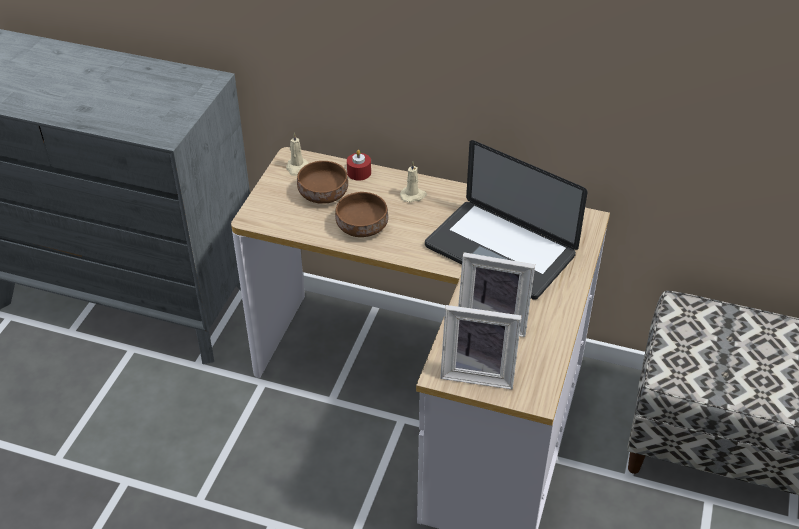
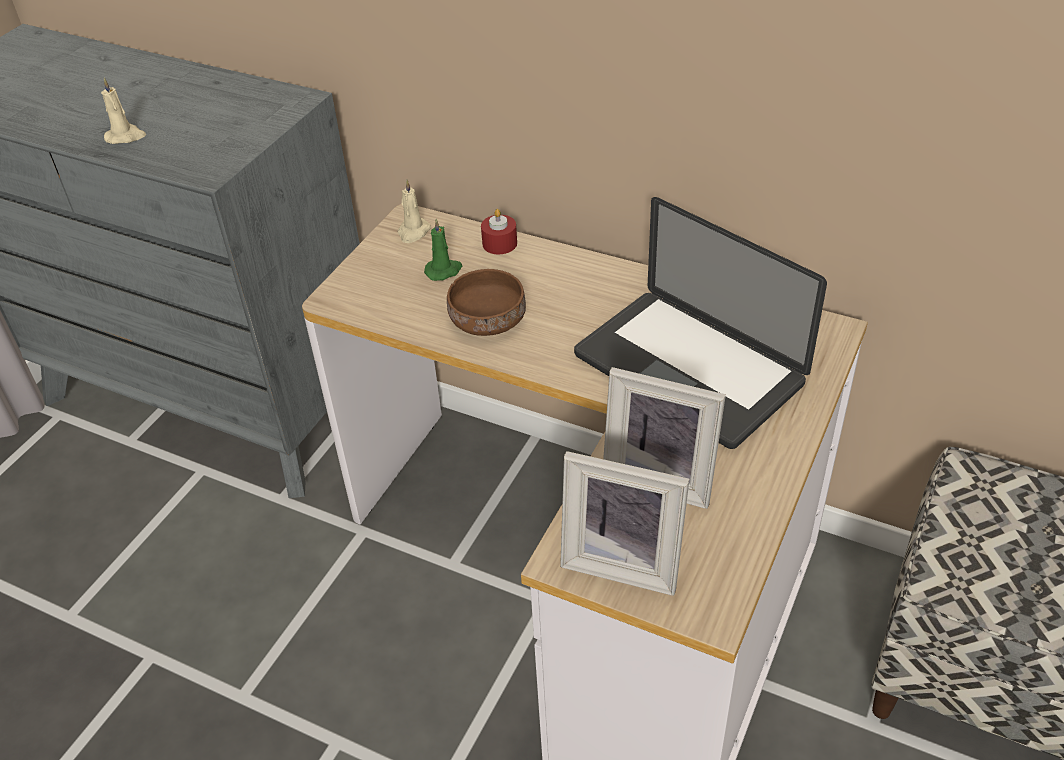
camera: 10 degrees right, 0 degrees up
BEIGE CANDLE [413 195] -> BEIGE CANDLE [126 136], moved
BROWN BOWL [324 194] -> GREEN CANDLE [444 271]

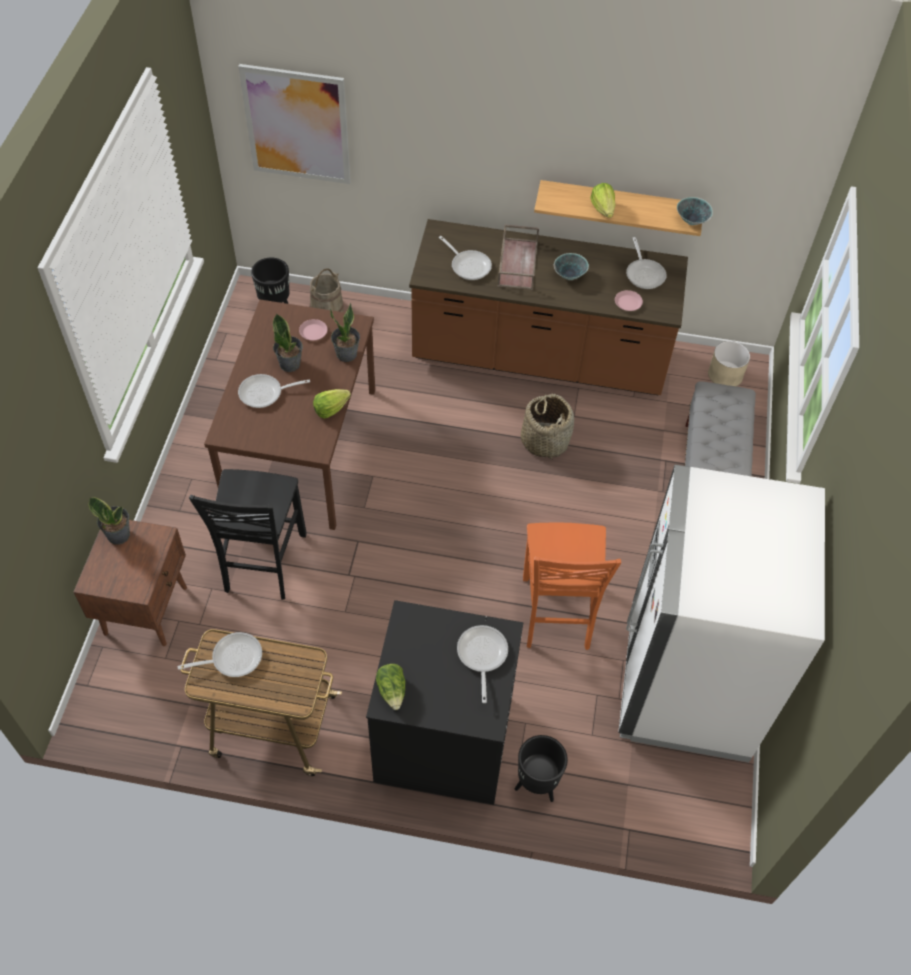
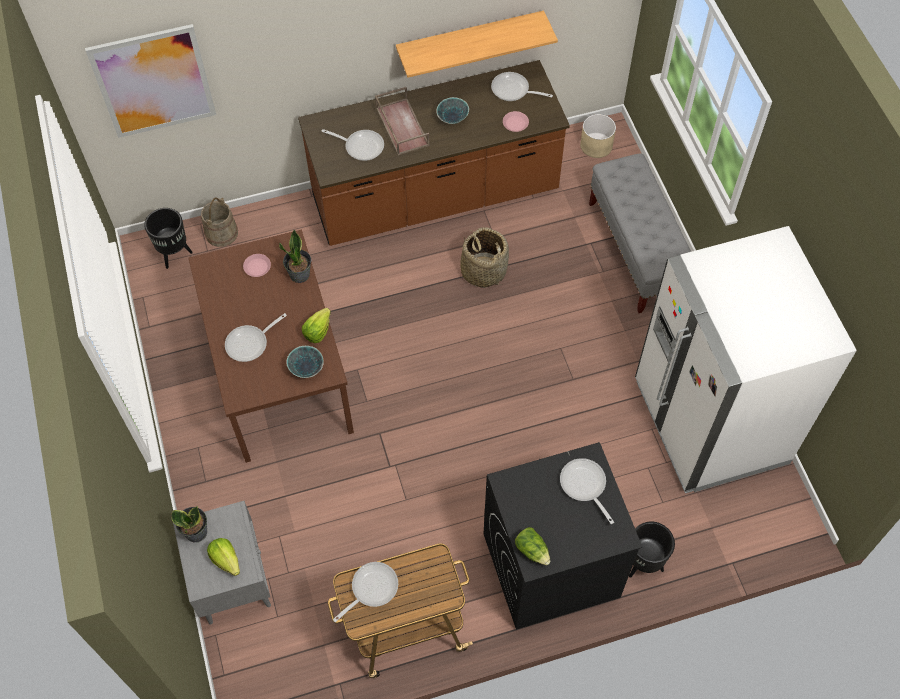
camera: 25 degrees left, 5 degrees up
BLACK CHAIR [262 564] -> none
POTTED PLANT [290 364] -> none
ORANGE CHAIR [556 615] -> none
LETTUCE [603 209] -> LETTUCE [226 560], moved
BOWL [691 221] -> BOWL [306 368], moved
BROWN NIGHTSTAND [147 609] -> GREY NIGHTSTAND [233 582]
FRYING PAN [644 273] -> FRYING PAN [513 90], 150 degrees clockwise

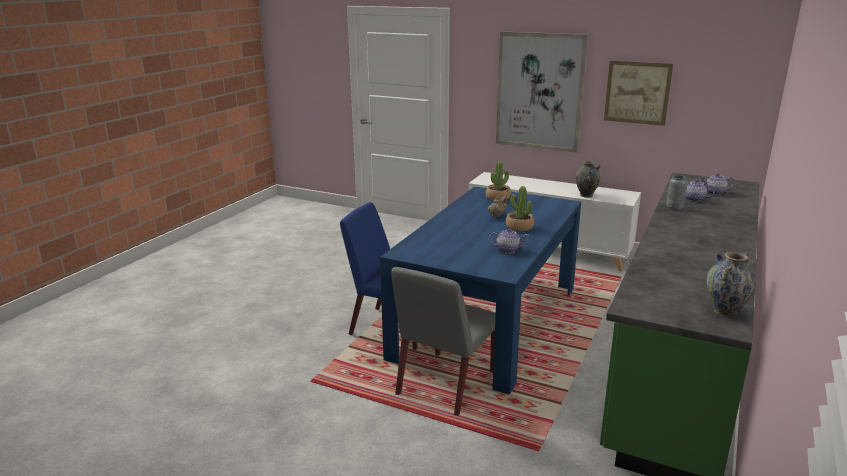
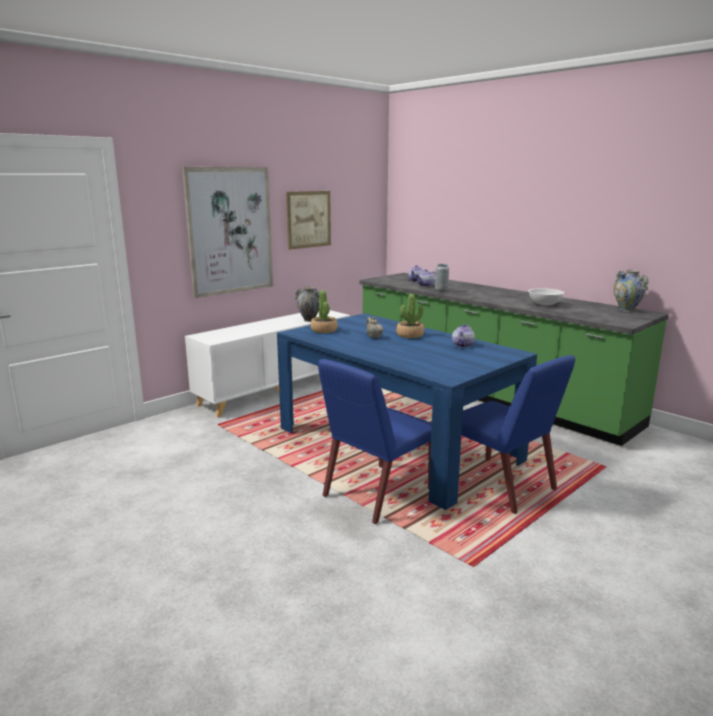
camera: 70 degrees left, 5 degrees down
none -> WHITE BOWL [545 304]
GREY CHAIR [445 384] -> BLUE CHAIR [501 485]

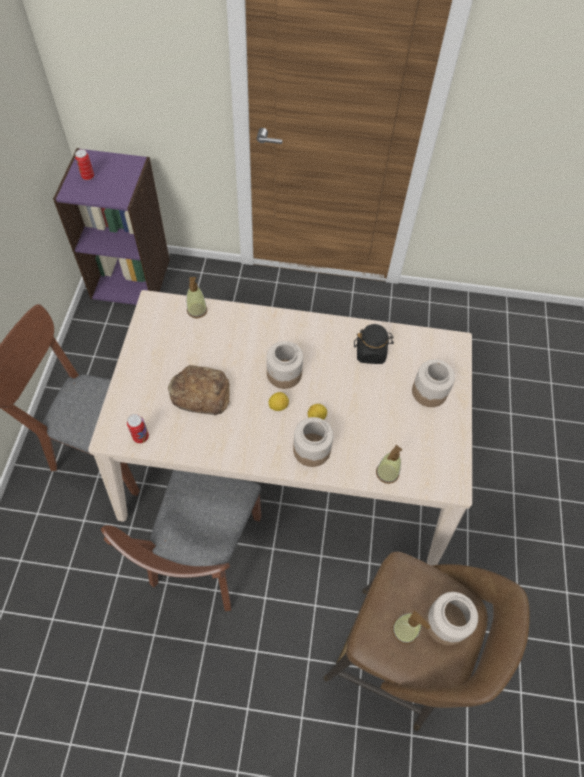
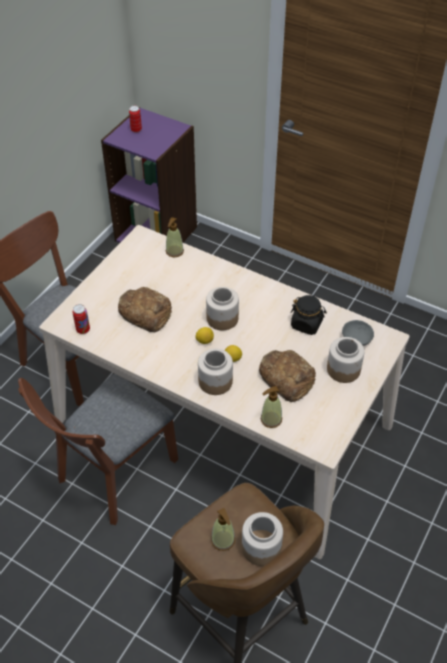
camera: 25 degrees right, 10 degrees down
none -> BREAD [287 378]
none -> GREY BOWL [355 338]

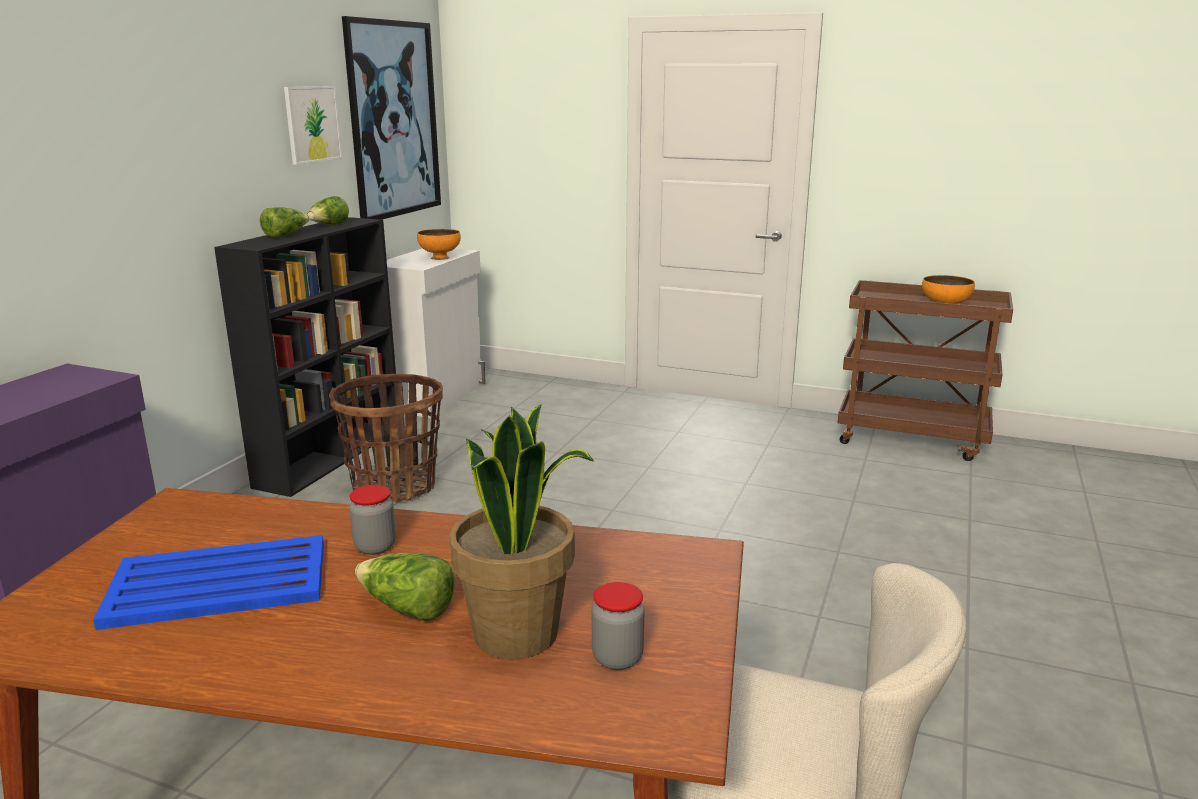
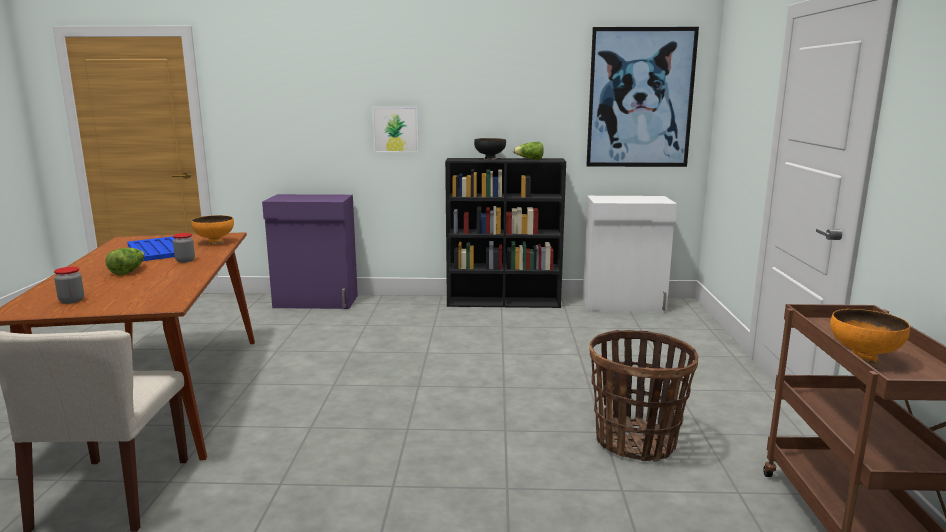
camera: 70 degrees right, 5 degrees down
POTTED PLANT [518 634] -> none
PICTURE [312 124] -> PICTURE [396 129], moved
BASKET [394 488] -> BASKET [636 442], moved
ORANGE BOWL [439 258] -> ORANGE BOWL [214 242], moved
LETTUCE [286 235] -> BLACK BOWL [489 159]

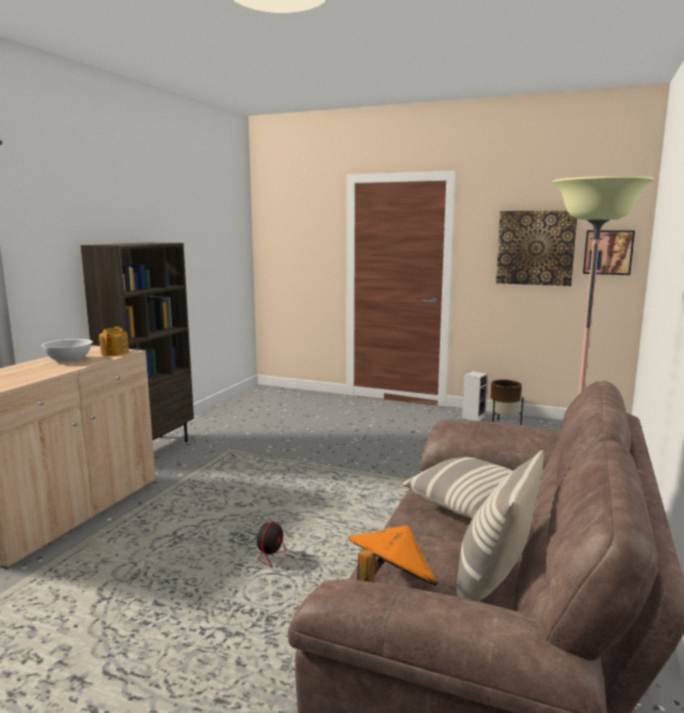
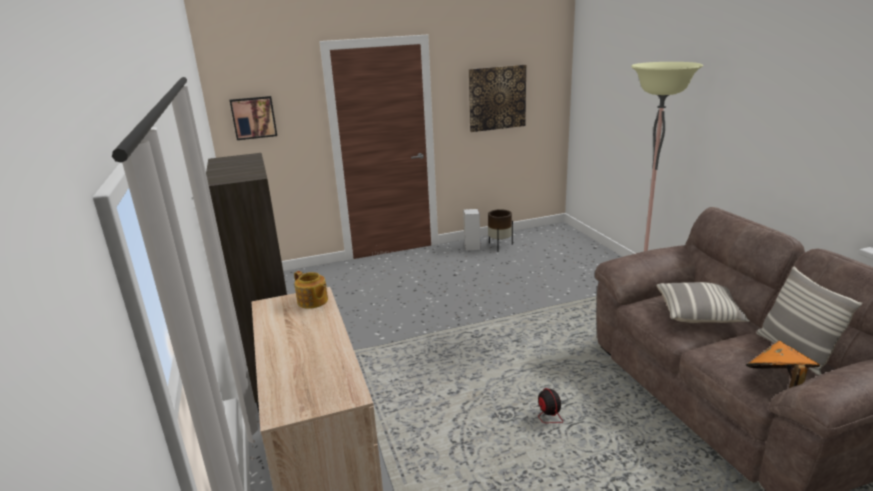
camera: 40 degrees left, 10 degrees up
WHITE BOWL [68 360] -> none
PICTURE [608 252] -> PICTURE [253 117], moved

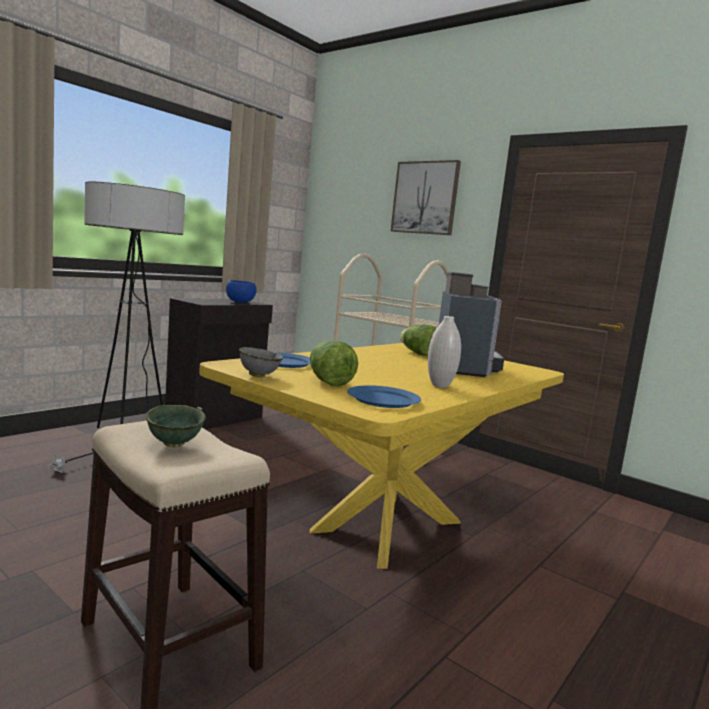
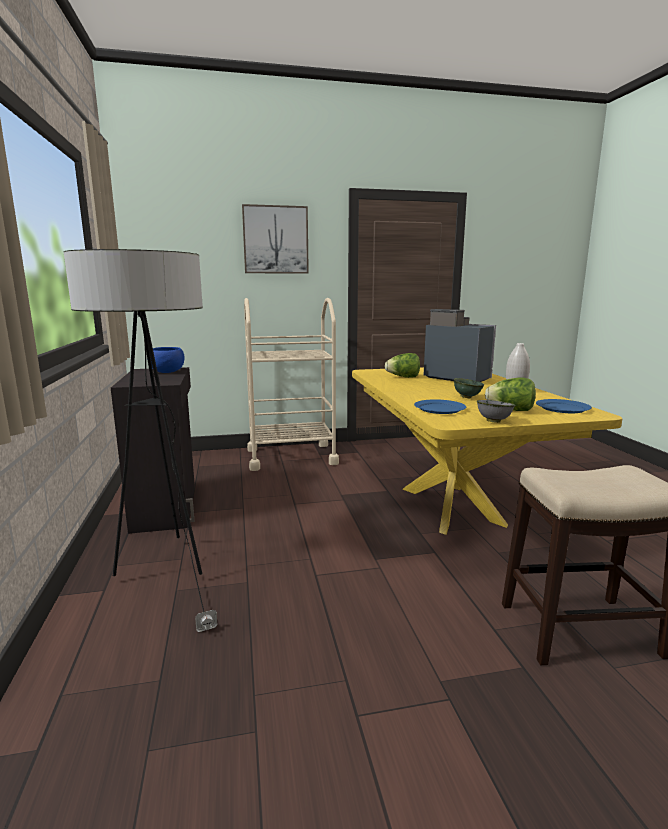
camera: 50 degrees left, 5 degrees up
GREEN BOWL [175 444] -> GREEN BOWL [467 397], moved

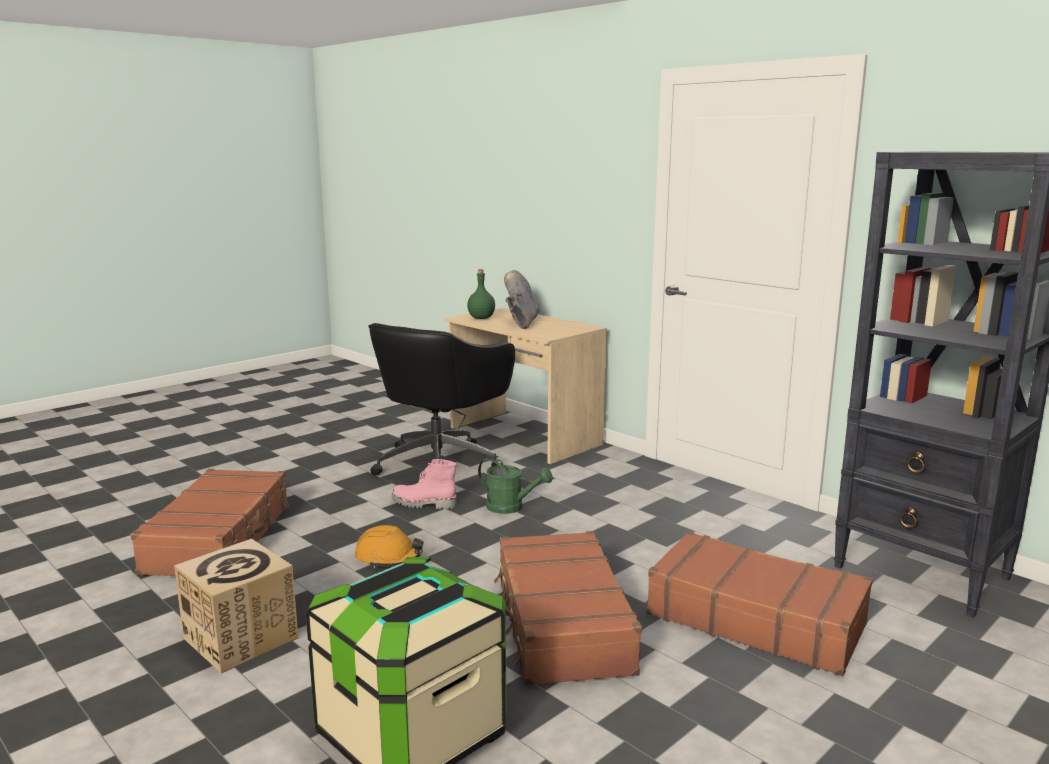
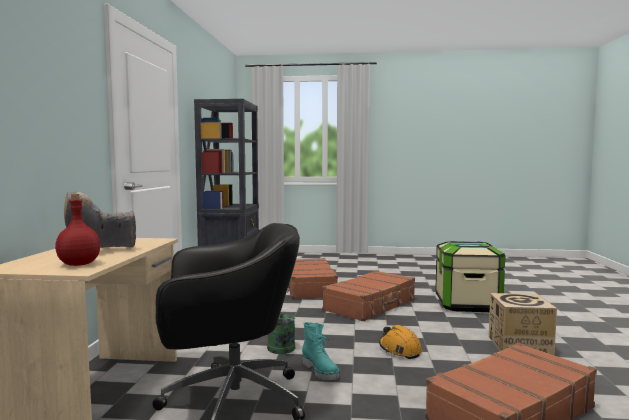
camera: 130 degrees left, 10 degrees down
PINK BOOT [423 504] -> TURQUOISE BOOT [321 371]
GREEN BOTTLE [481 318] -> RED BOTTLE [78 264]

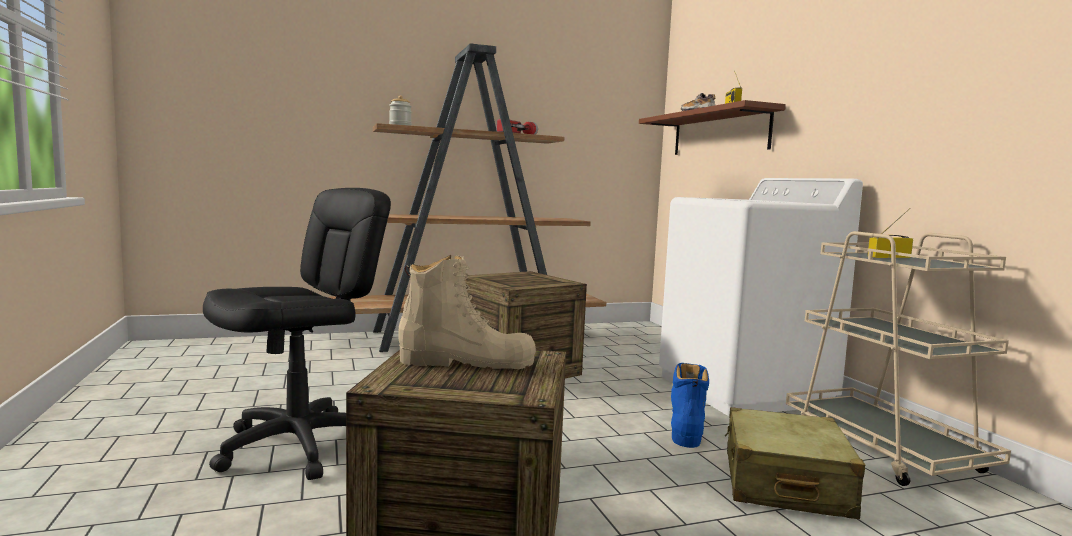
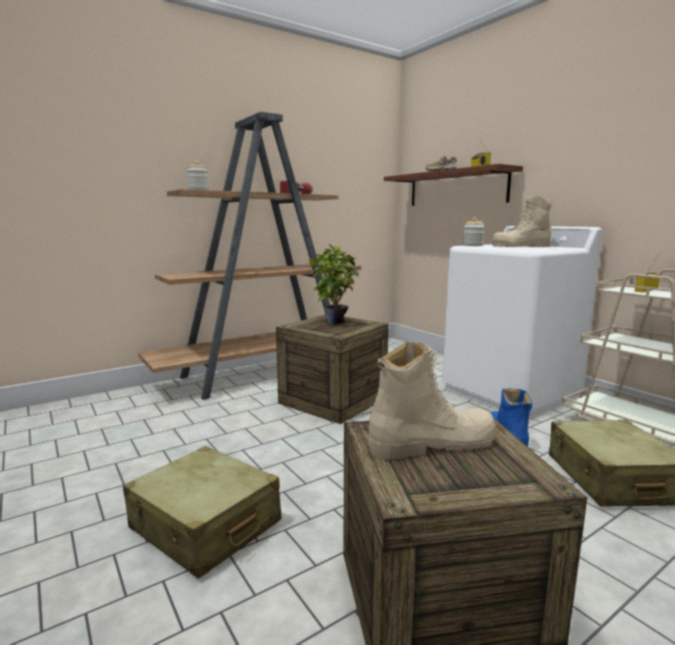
camera: 15 degrees left, 5 degrees up
none -> POTTED PLANT [333 322]
none -> JAR [472 245]
none -> BEIGE BOOT [521 247]
BLACK OFFICE CHAIR [299 446] -> BEIGE SUITCASE [205 525]

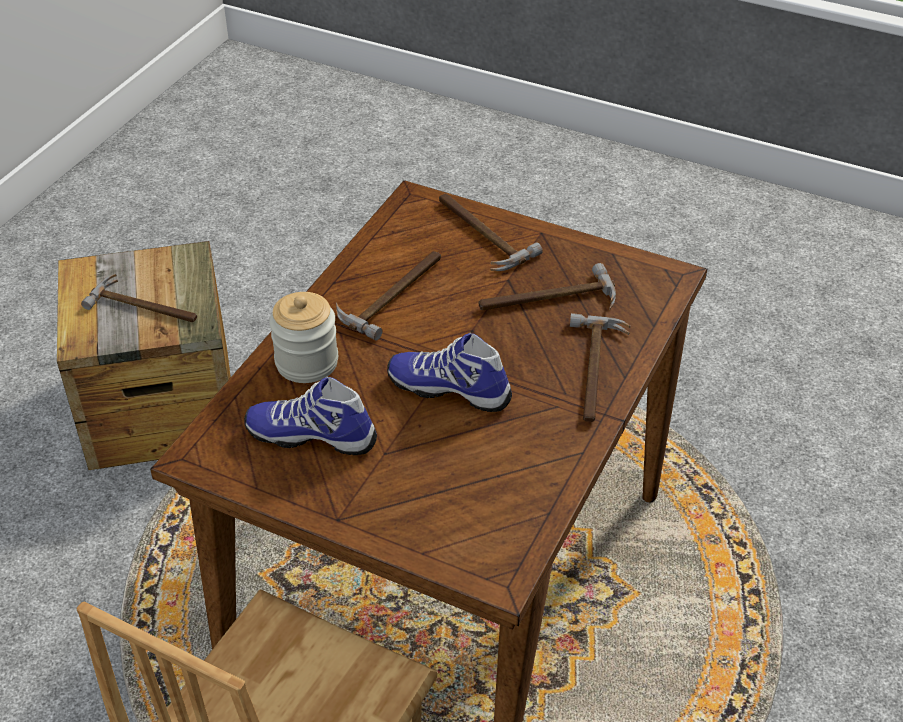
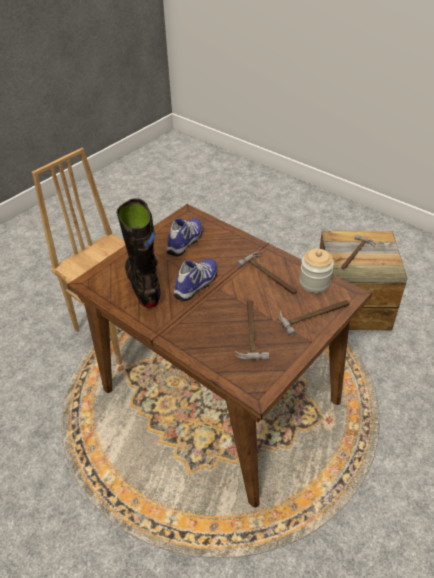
camera: 105 degrees right, 0 degrees up
HAMMER [595 371] -> none
none -> BLACK BOOT [143 286]
JAR [307 362] -> JAR [314 283], moved

